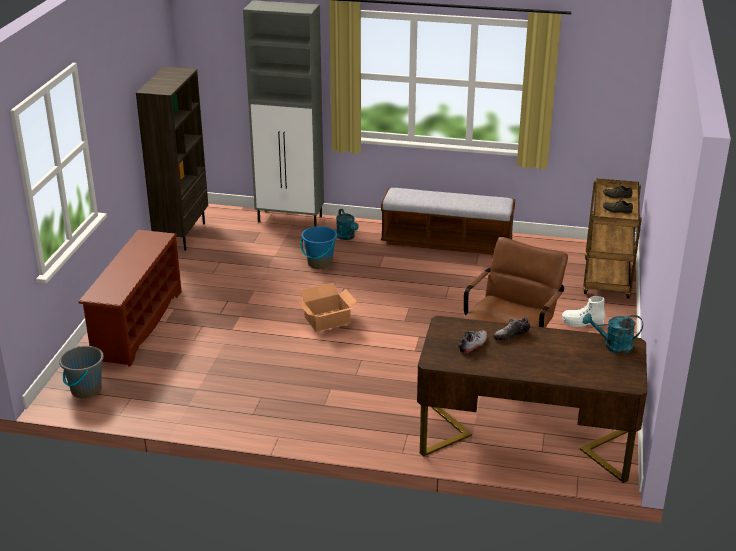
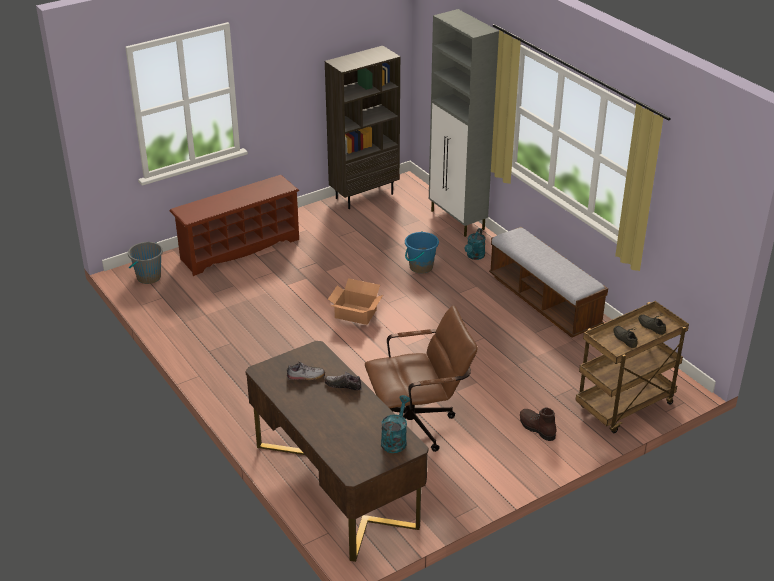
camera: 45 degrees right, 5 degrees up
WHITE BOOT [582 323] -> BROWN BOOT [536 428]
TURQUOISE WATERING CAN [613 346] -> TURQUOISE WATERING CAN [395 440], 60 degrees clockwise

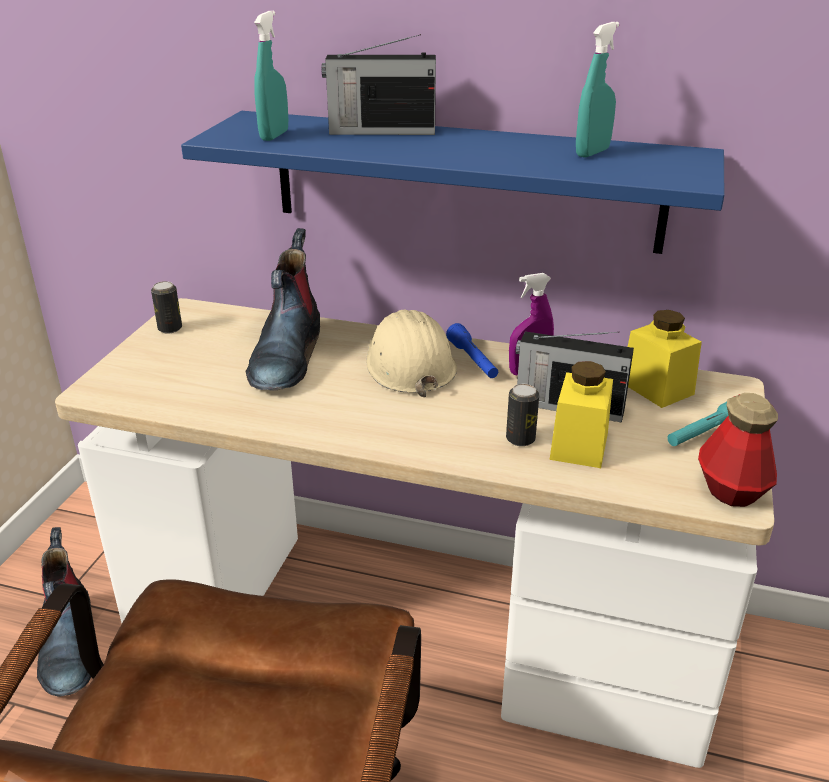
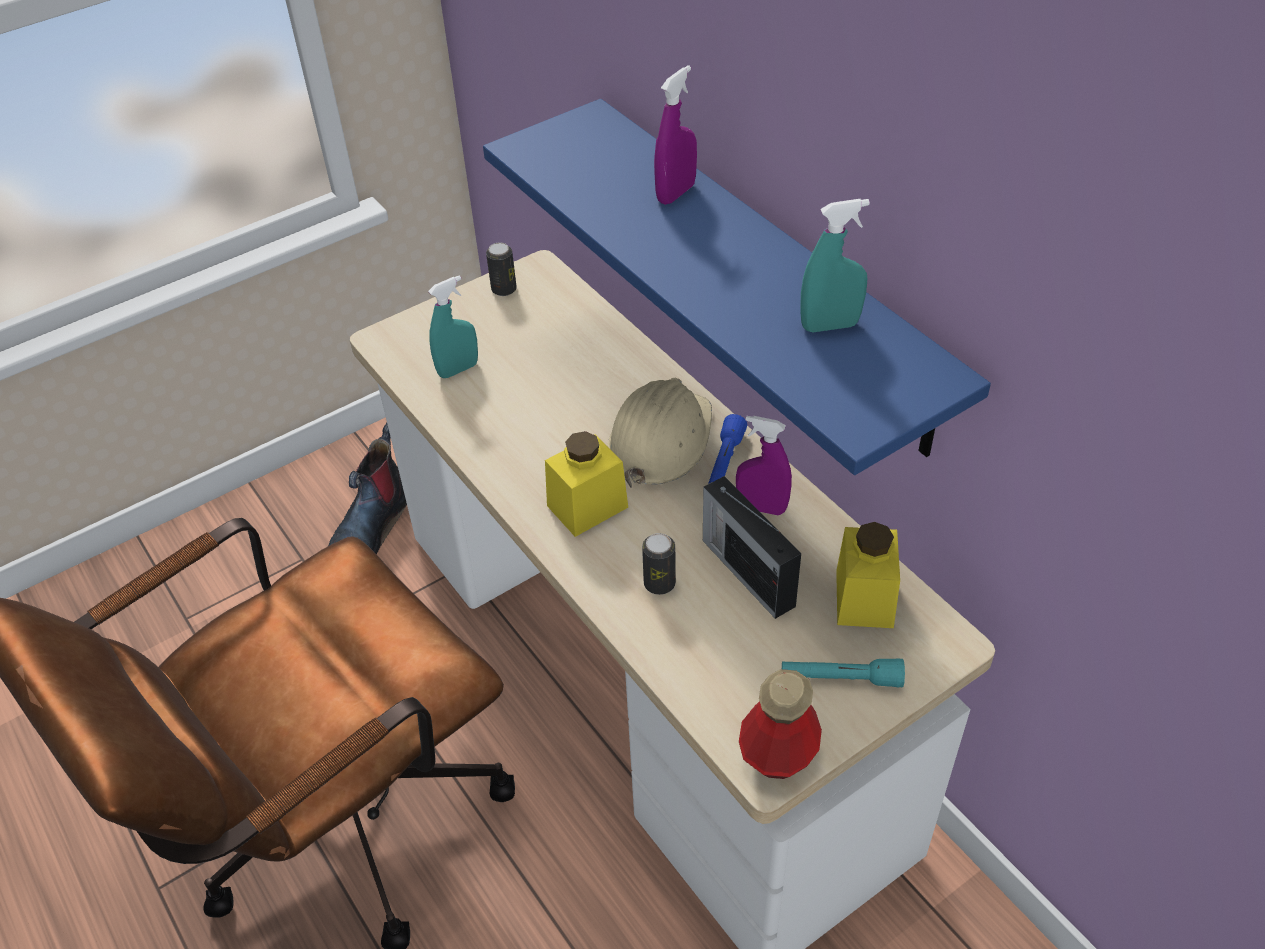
camera: 40 degrees right, 15 degrees up
BOOT [286 356] -> none
TURQUOISE SPRAY BOTTLE [274 136] -> TURQUOISE SPRAY BOTTLE [458 369], moved
YELLOW JAR [579 445] -> YELLOW JAR [587 506], moved
RADIO [380 131] -> PURPLE SPRAY BOTTLE [676 193]

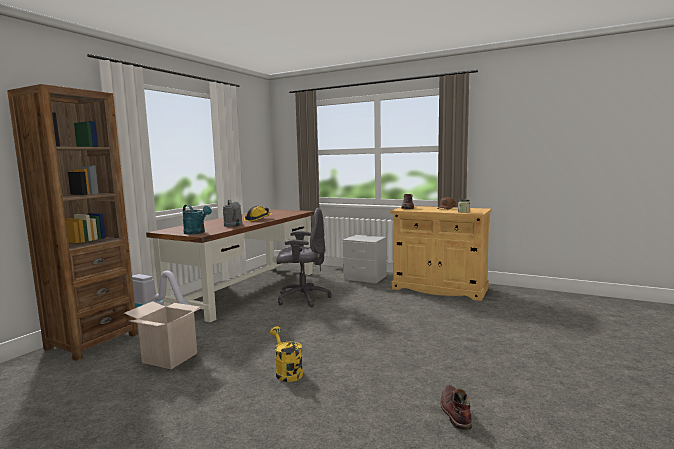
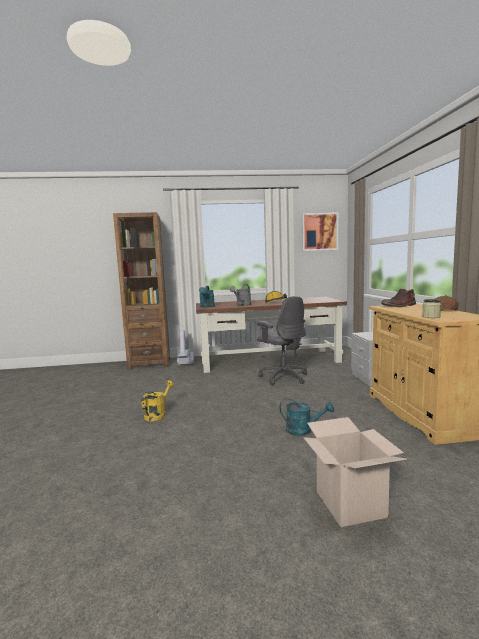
camera: 55 degrees right, 0 degrees up
BROWN BOOT [454 412] -> none
none -> TURQUOISE WATERING CAN [303 430]
none -> PICTURE [319 232]
CARDBOARD BOX [170 358] -> CARDBOARD BOX [350 504], moved

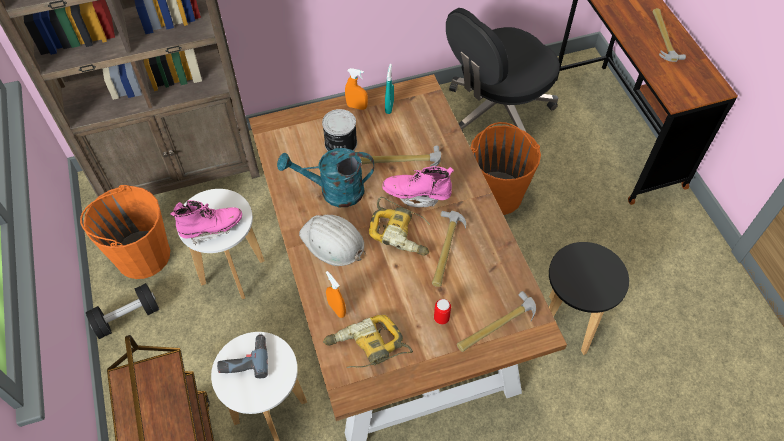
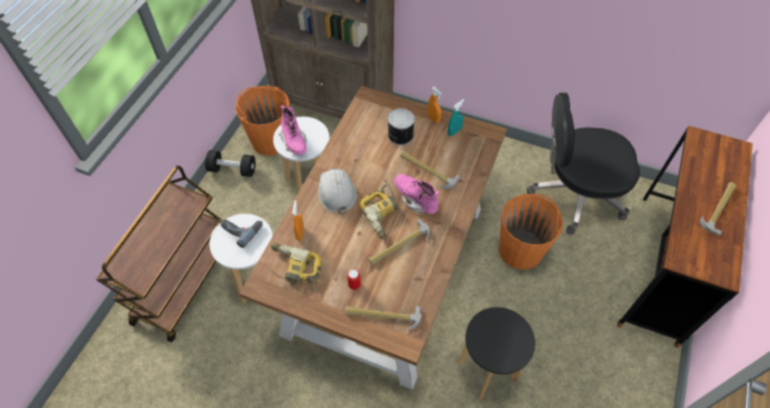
camera: 40 degrees right, 0 degrees up
TURQUOISE WATERING CAN [333 191] -> none
PINK BOOT [211 228] -> PINK BOOT [294 142], 45 degrees clockwise

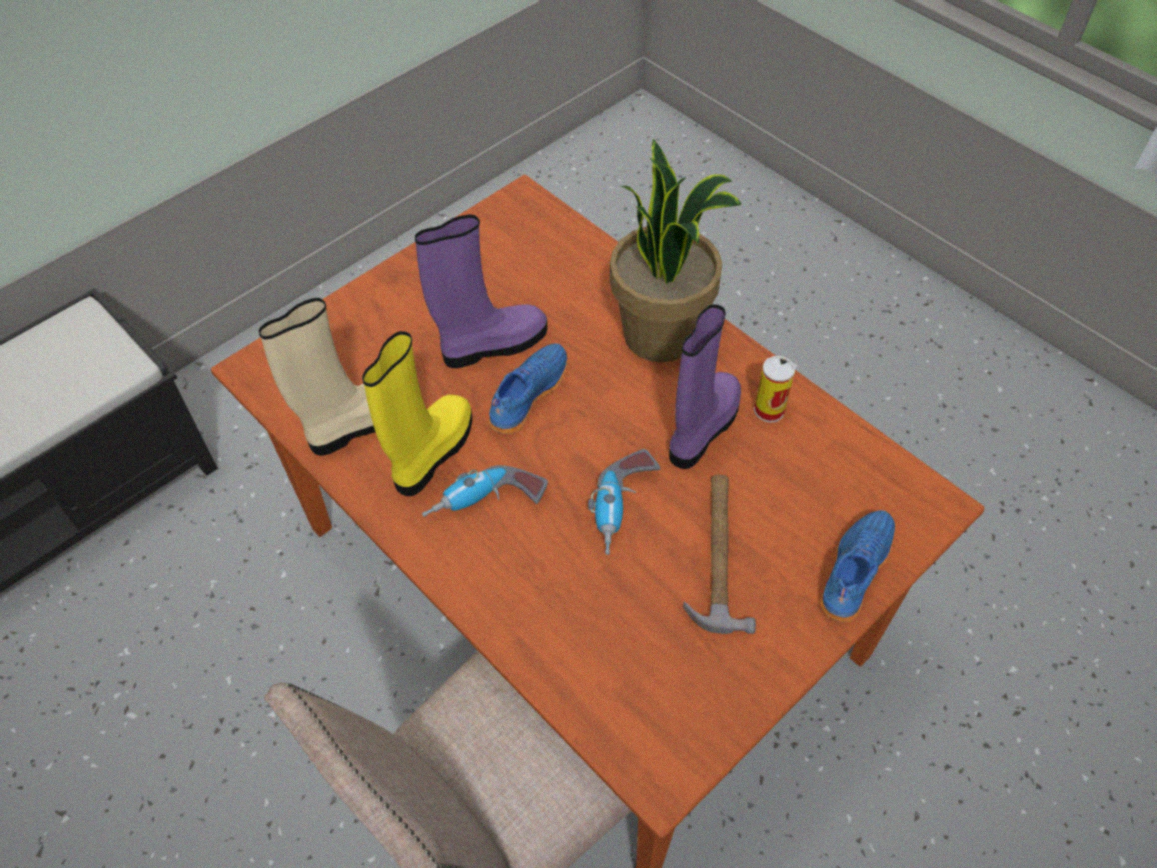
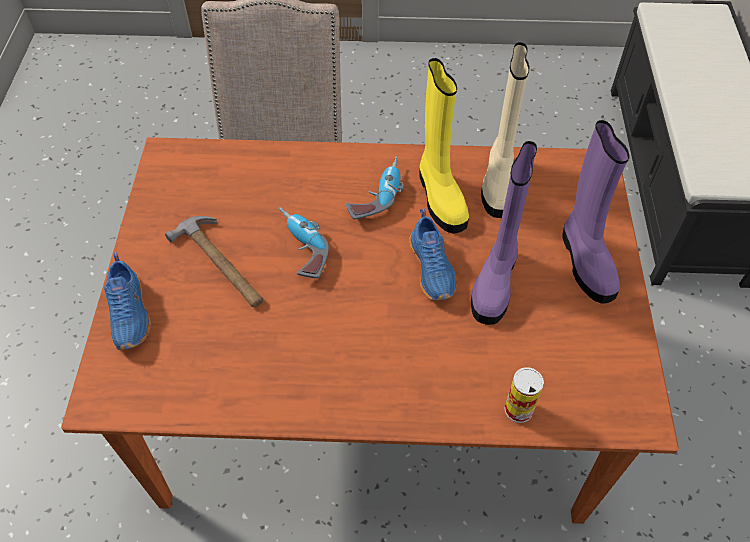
camera: 135 degrees right, 0 degrees up
POTTED PLANT [662 334] -> none
PURPLE BOOT [702 428] -> PURPLE BOOT [585 261], moved
CAN [769 410] -> CAN [518 409], moved

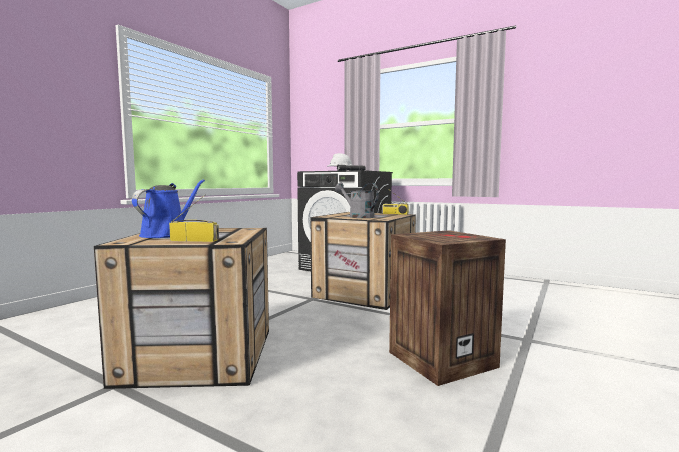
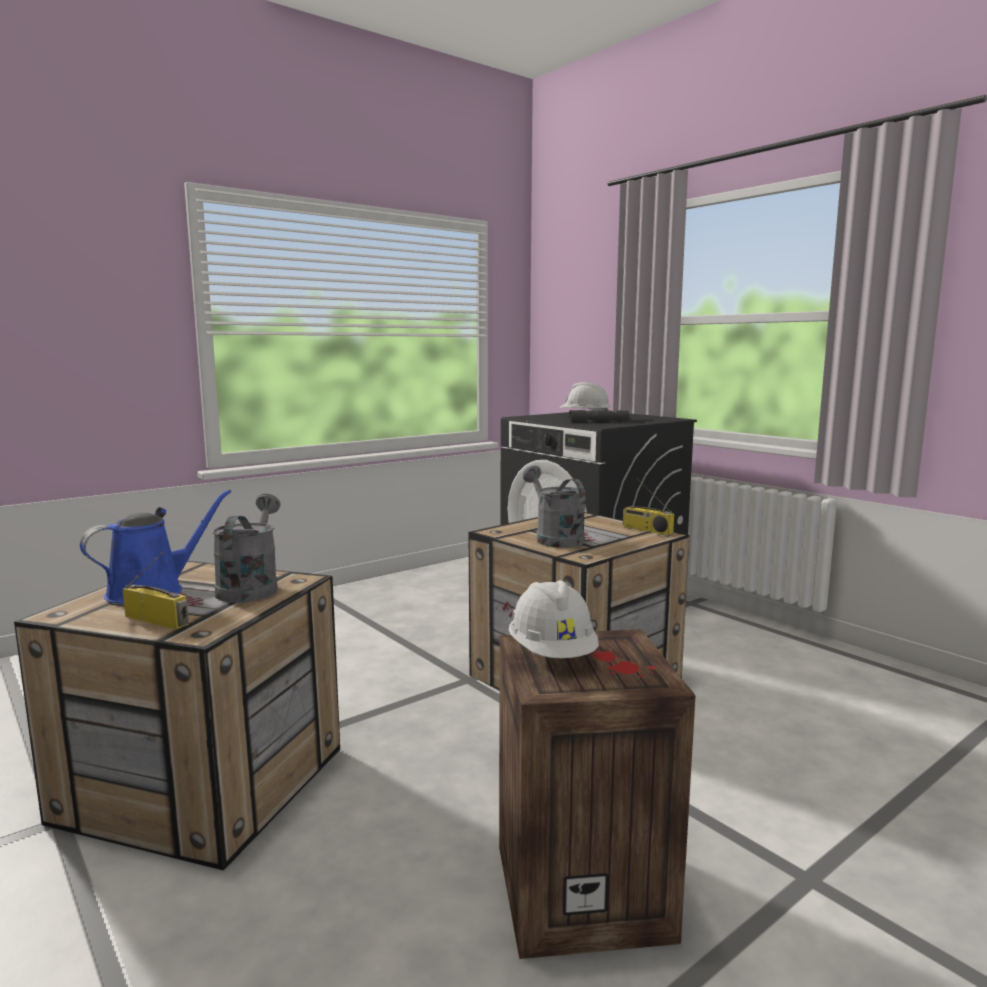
camera: 20 degrees right, 5 degrees up
none -> GREY WATERING CAN [250 587]
none -> WHITE HARD HAT [552 654]

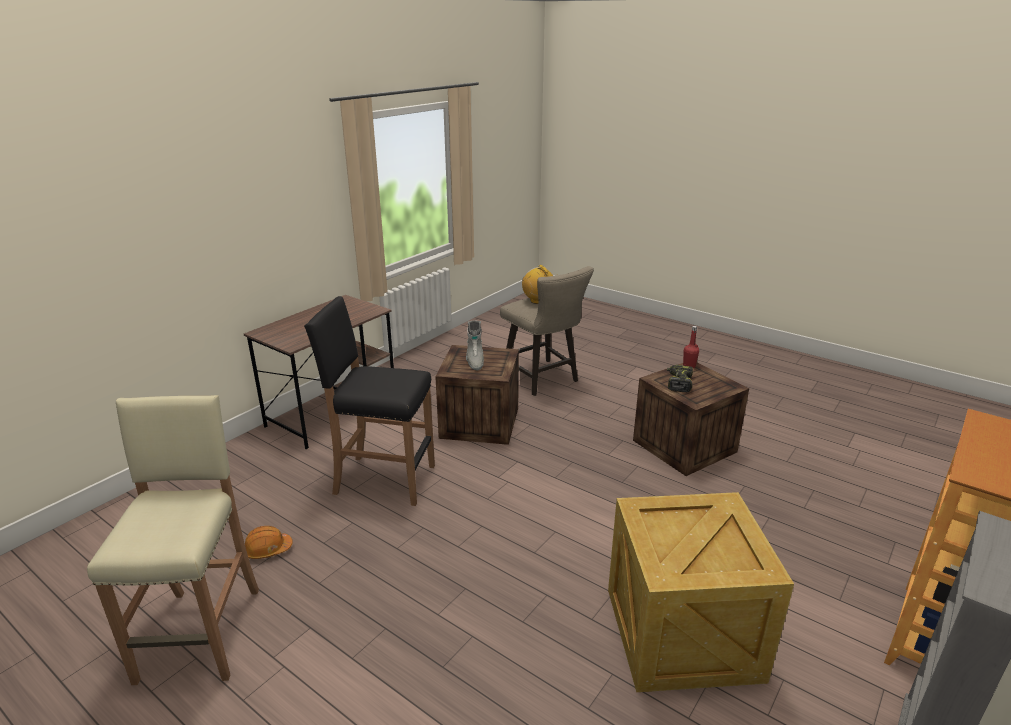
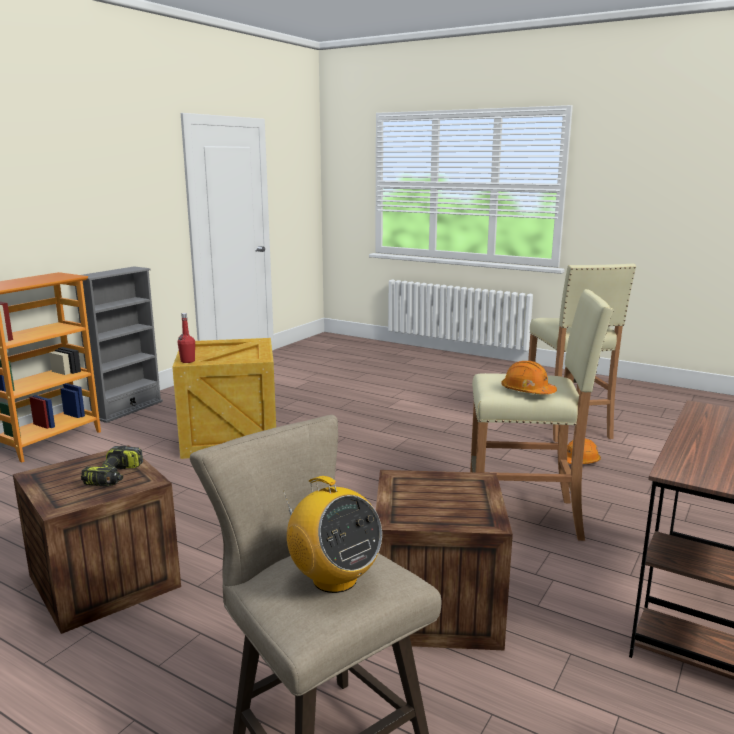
camera: 175 degrees right, 10 degrees down
GREY BOOT [474 361] -> none
none -> ORANGE HARD HAT [527 391]
RED BOTTLE [689 366] -> RED BOTTLE [187 361], moved
BLACK STOOL [383 479] -> BEIGE STOOL [525 517]

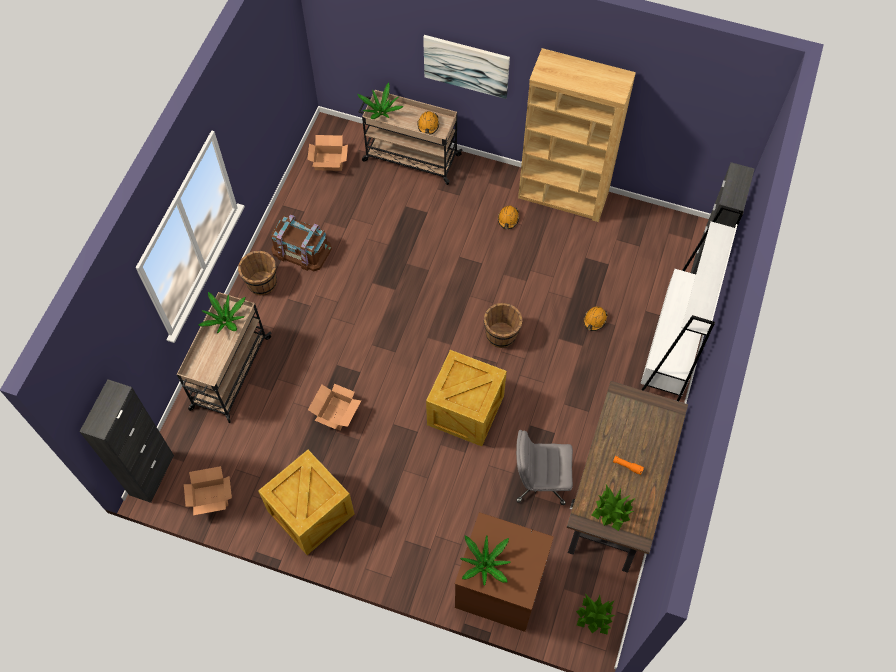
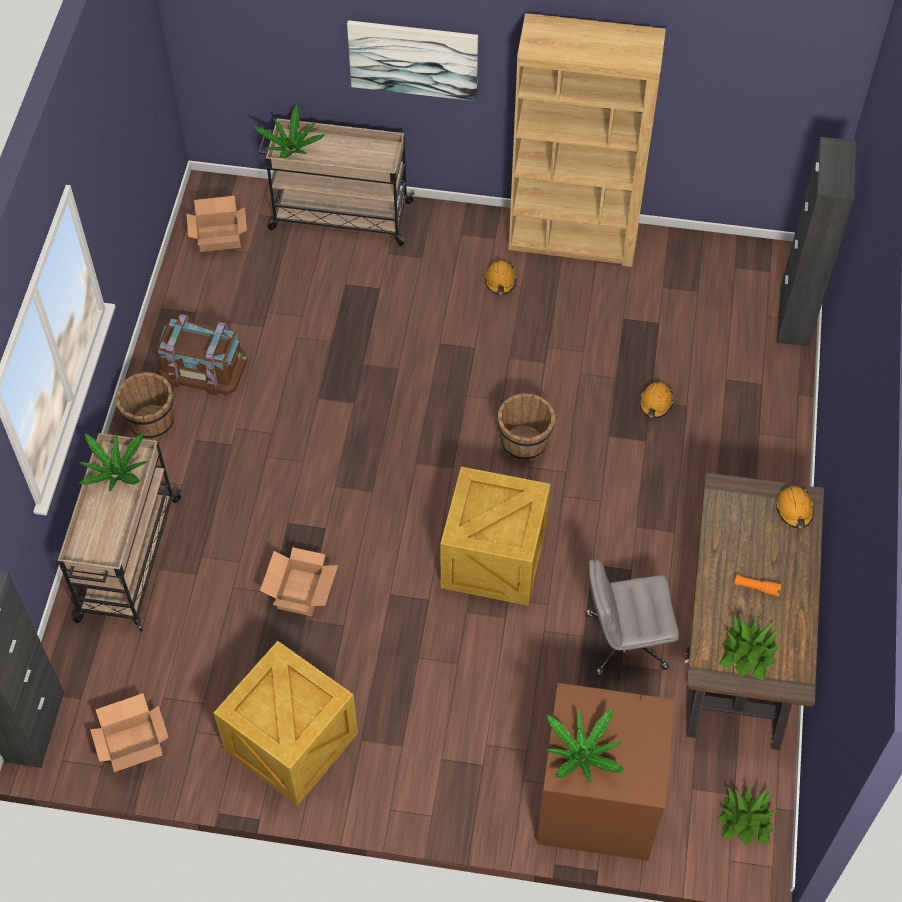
camera: 10 degrees left, 5 degrees down
WHITE BOOKCASE [671 348] -> none
ORANGE HARD HAT [428 125] -> ORANGE HARD HAT [794 510], moved

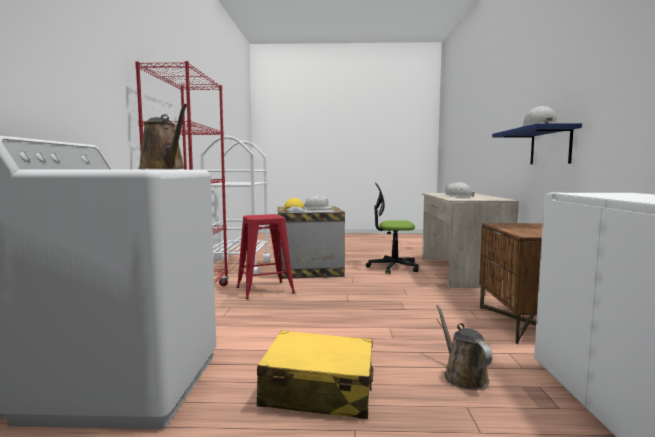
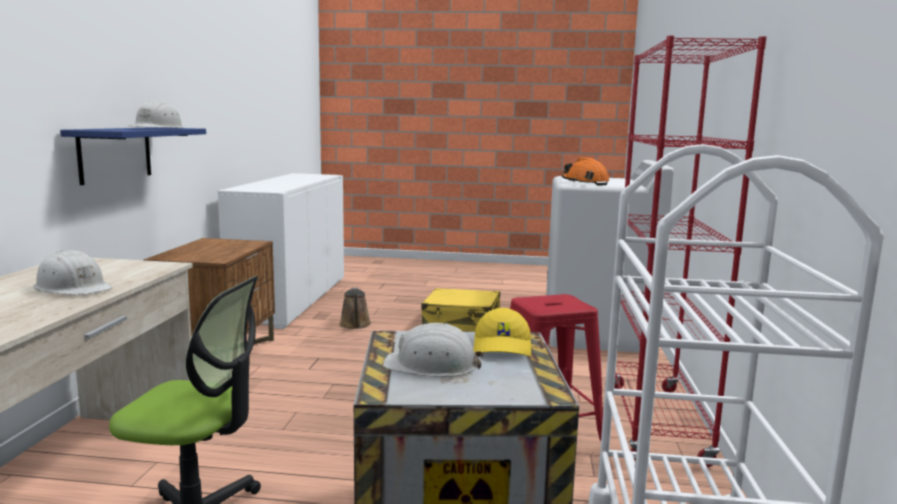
camera: 175 degrees left, 5 degrees up
BROWN WATERING CAN [164 169] -> ORANGE HARD HAT [585 183]

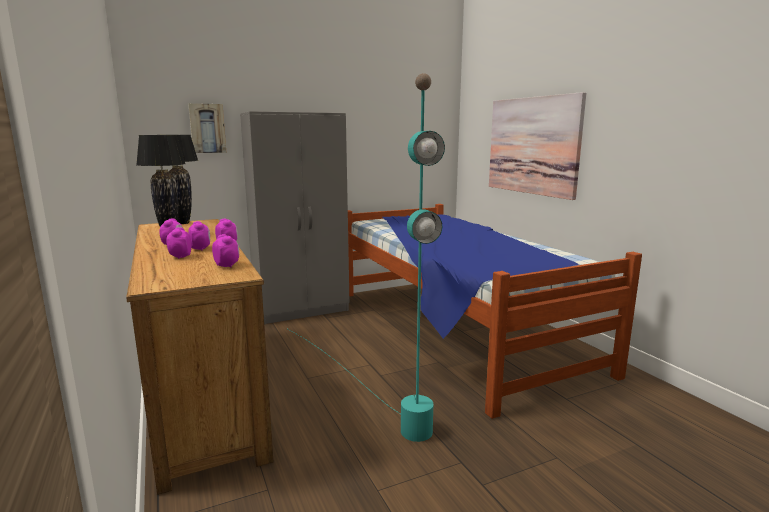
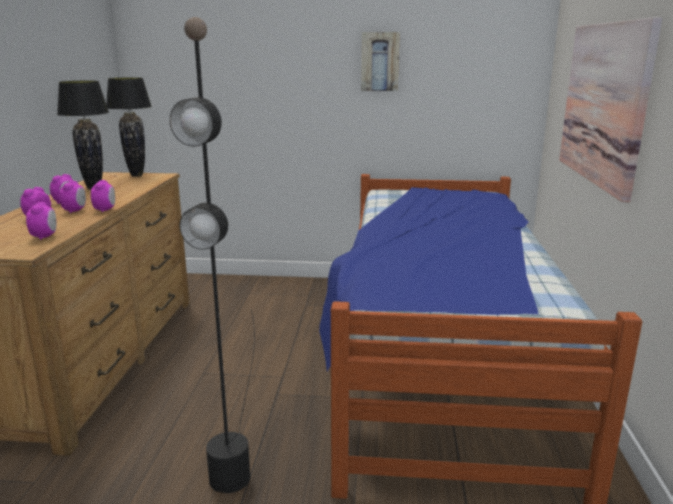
camera: 30 degrees right, 5 degrees up
GREY WARDROBE [302 310] -> none
PICTURE [207 128] -> PICTURE [380 61], moved
TURQUOISE FLOOR LAMP [370 393] -> BLACK FLOOR LAMP [241 412]

